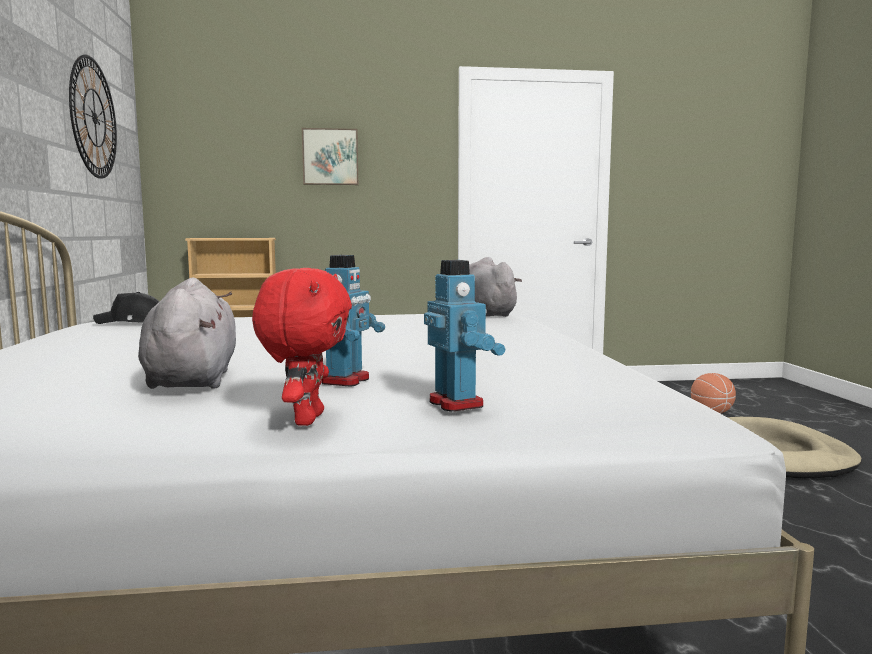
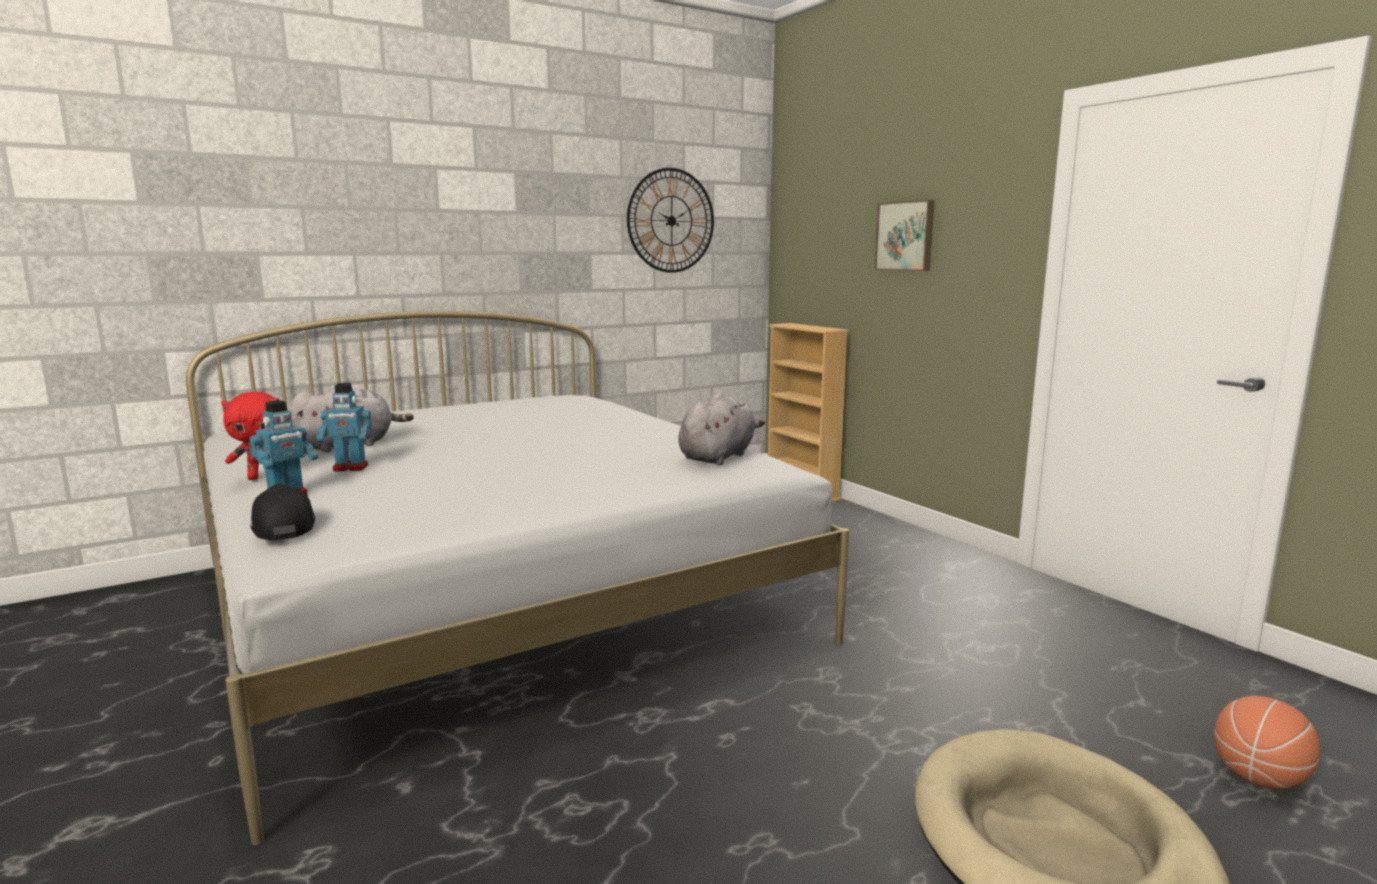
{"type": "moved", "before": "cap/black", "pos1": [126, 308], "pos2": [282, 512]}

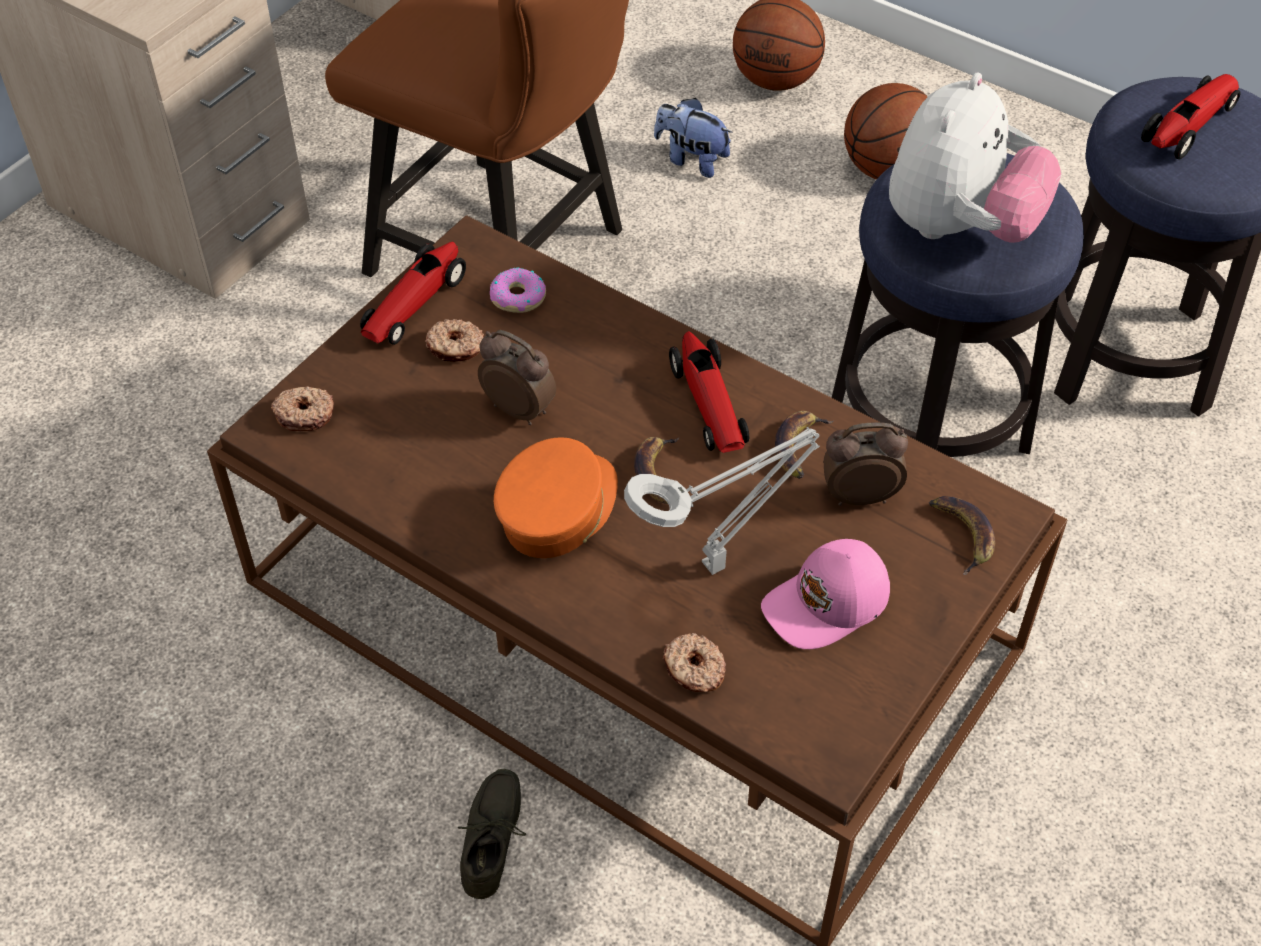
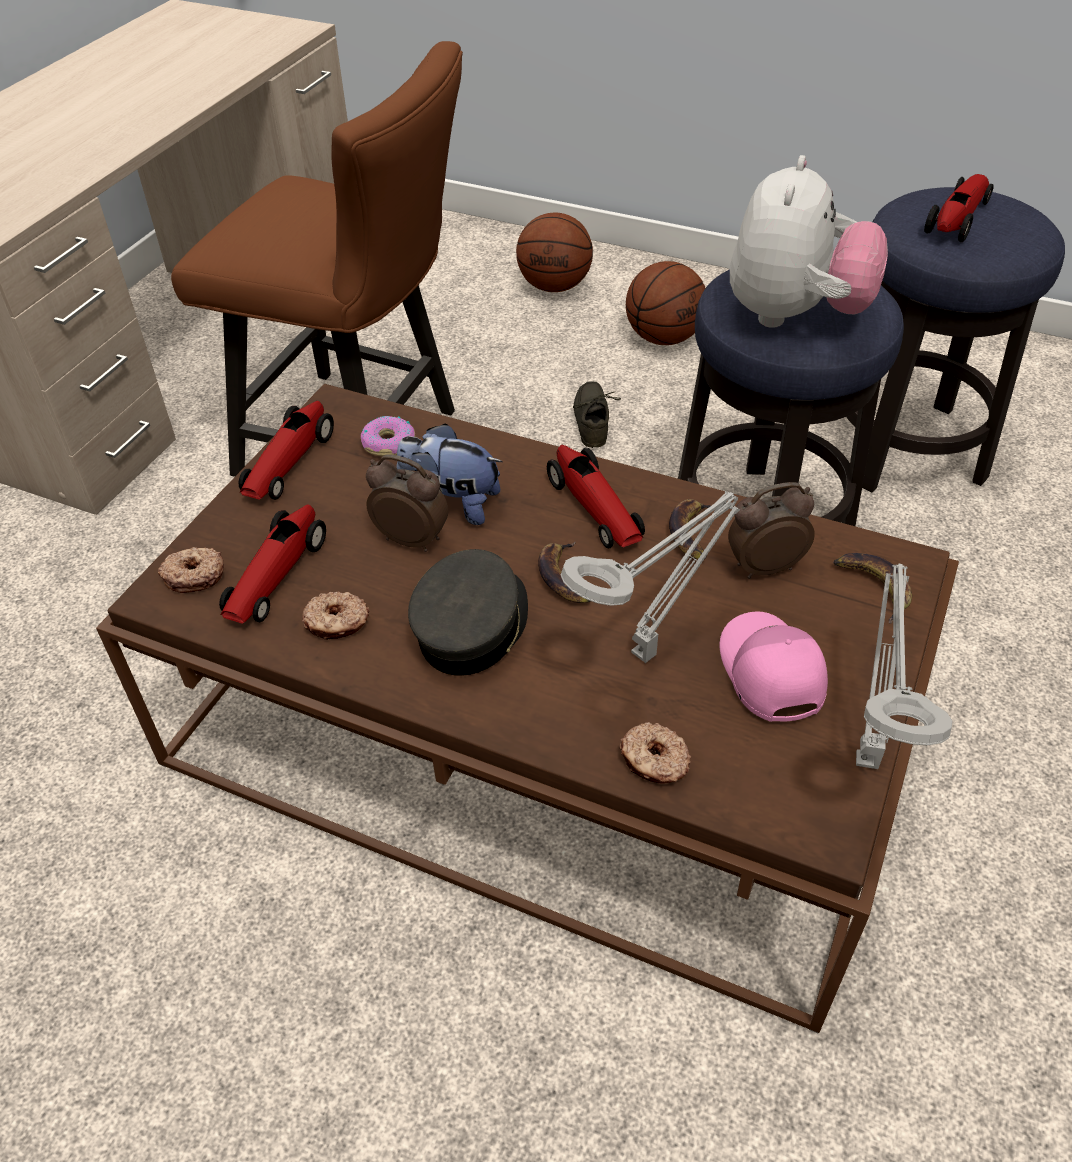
{"type": "added", "after": "toy car", "pos2": [272, 564]}
{"type": "moved", "before": "donut", "pos1": [454, 340], "pos2": [335, 615]}
{"type": "moved", "before": "plush toy", "pos1": [693, 138], "pos2": [449, 474]}
{"type": "recoloured", "before": "cap/orange", "after": "cap/grey", "pos1": [556, 497], "pos2": [468, 612]}
{"type": "moved", "before": "shoe/grey", "pos1": [492, 834], "pos2": [597, 414]}
{"type": "turned", "before": "cap/pink", "pos1": [825, 594], "pos2": [774, 666], "turn": 120}
{"type": "added", "after": "table lamp/grey", "pos2": [904, 666]}

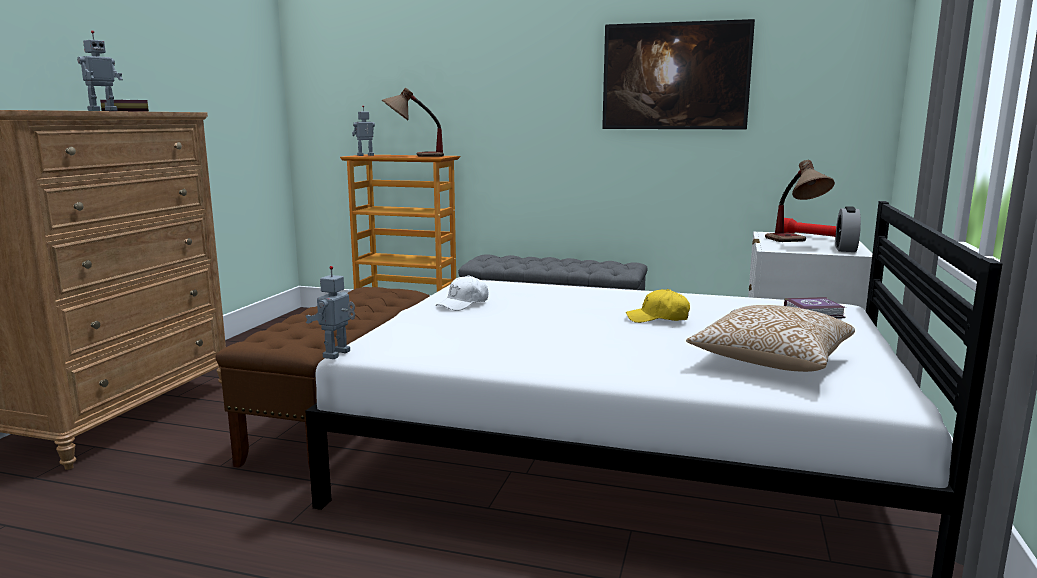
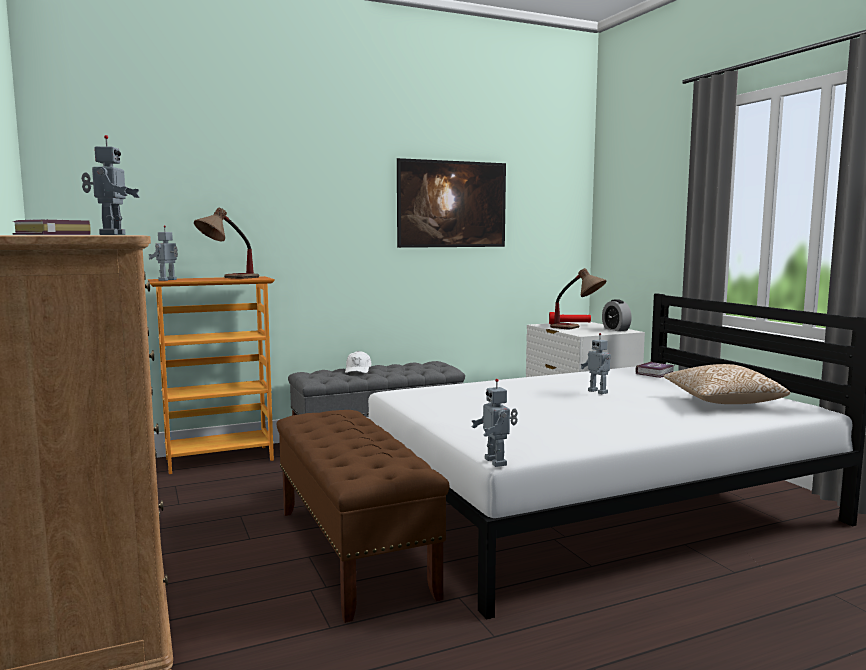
{"type": "moved", "before": "cap/white", "pos1": [461, 293], "pos2": [358, 362]}
{"type": "replaced", "before": "cap/yellow", "after": "toy robot", "pos1": [658, 306], "pos2": [595, 363]}

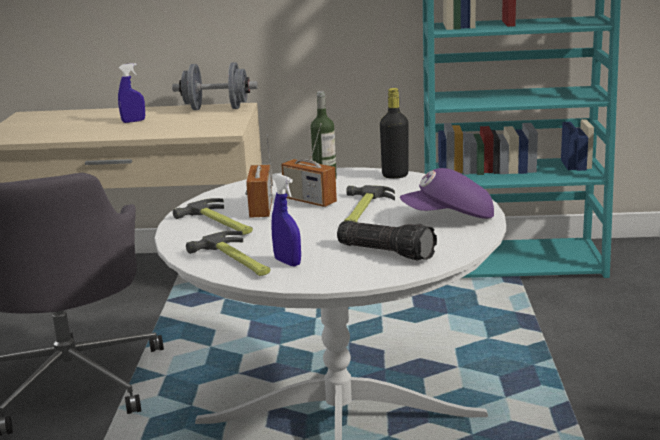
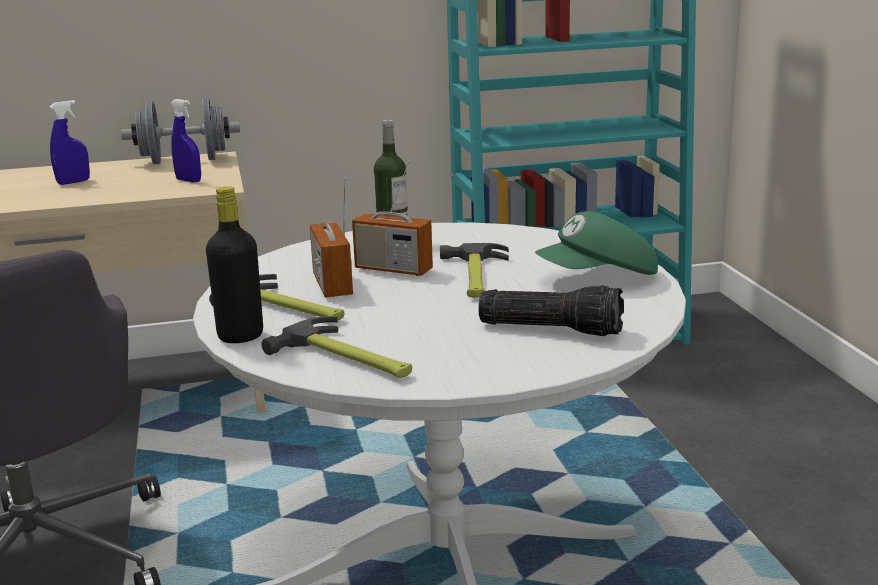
{"type": "moved", "before": "spray bottle/blue", "pos1": [286, 220], "pos2": [186, 141]}
{"type": "moved", "before": "bottle/black", "pos1": [394, 133], "pos2": [234, 264]}
{"type": "recoloured", "before": "cap/purple", "after": "cap/green", "pos1": [447, 193], "pos2": [596, 243]}

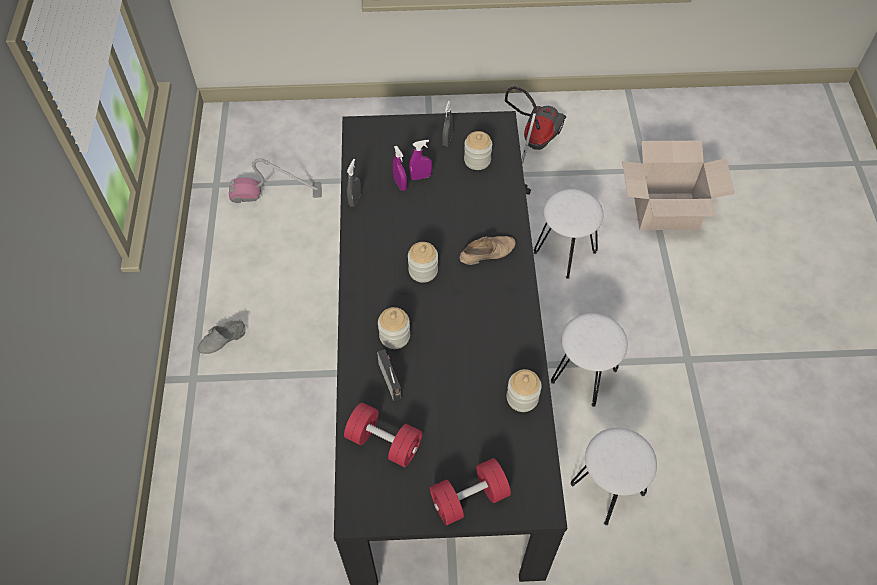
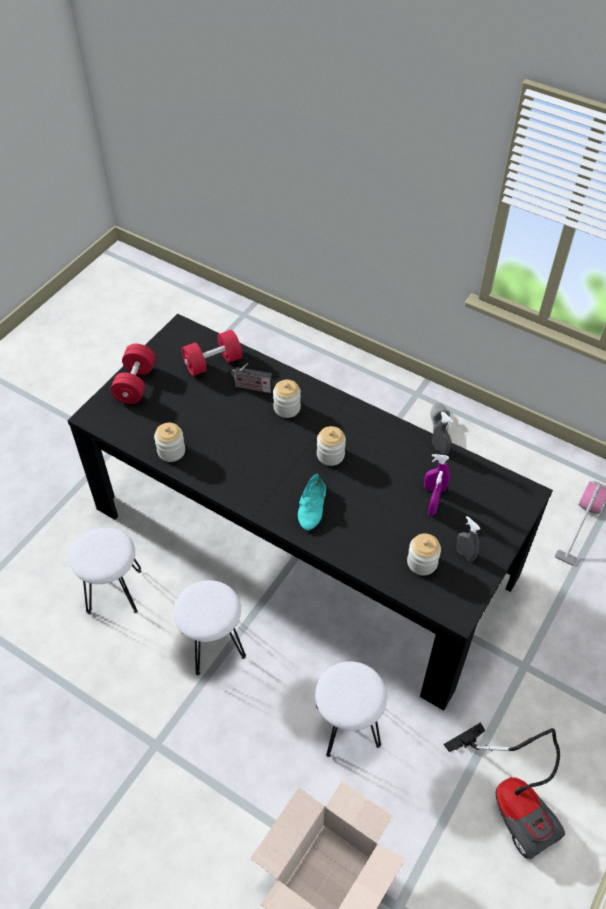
{"type": "recoloured", "before": "shoe/beige", "after": "shoe/turquoise", "pos1": [488, 250], "pos2": [312, 502]}

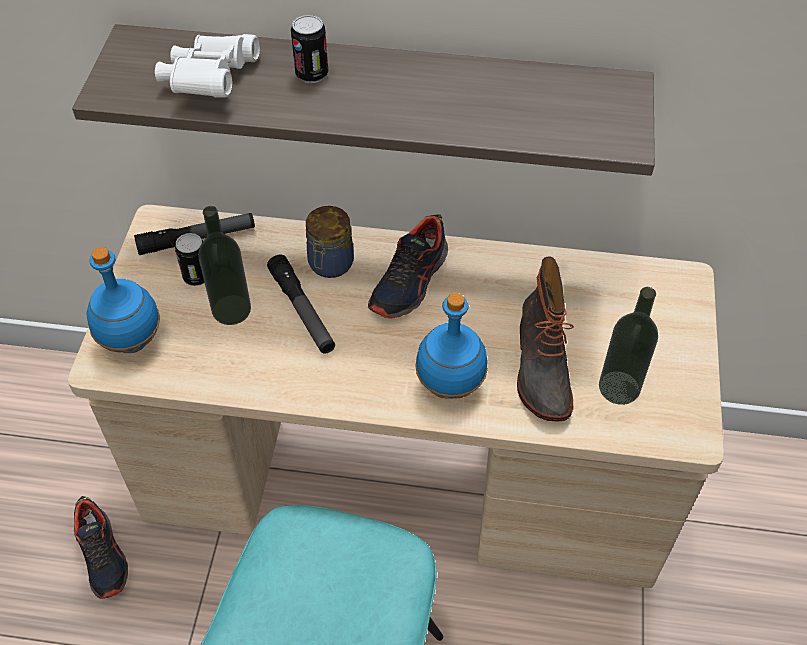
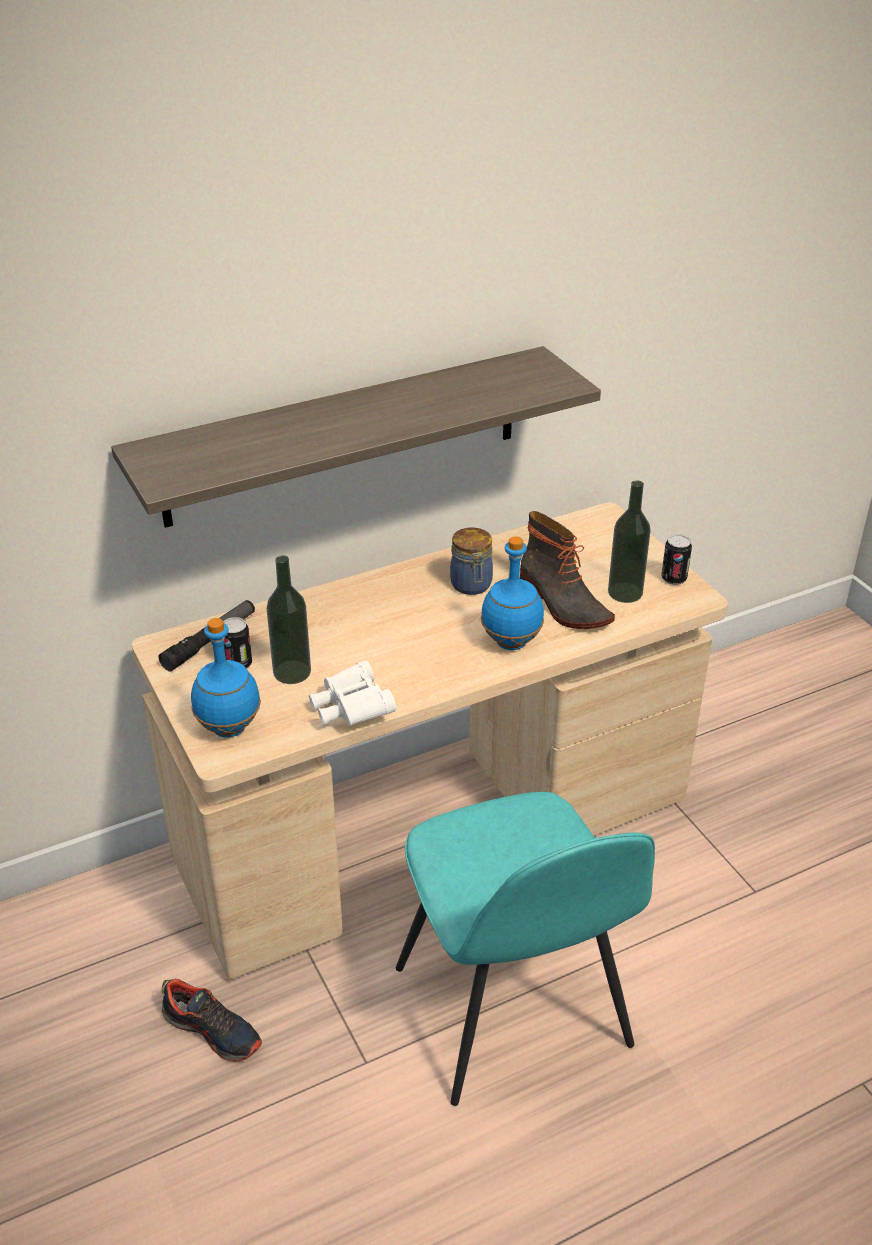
{"type": "moved", "before": "binoculars/white", "pos1": [207, 66], "pos2": [352, 693]}
{"type": "moved", "before": "jar", "pos1": [330, 242], "pos2": [471, 561]}
{"type": "moved", "before": "can", "pos1": [309, 49], "pos2": [676, 559]}
{"type": "removed", "before": "flashlight", "pos1": [301, 304]}
{"type": "removed", "before": "shoe", "pos1": [408, 266]}

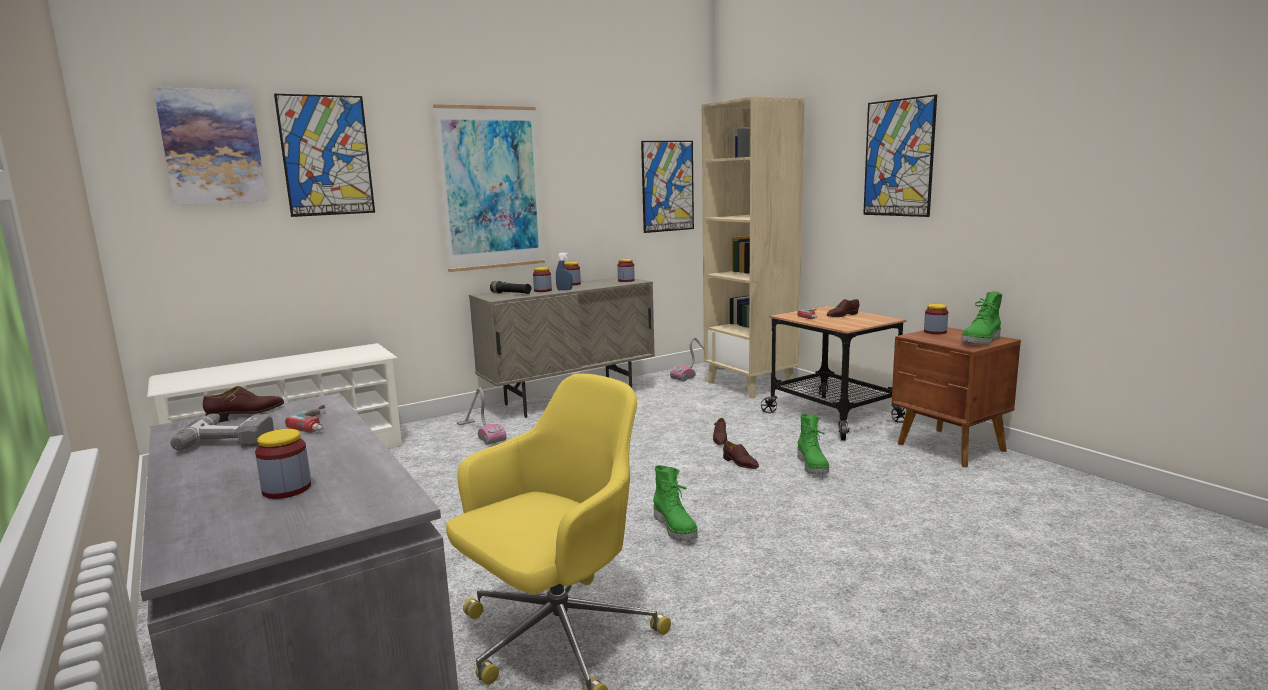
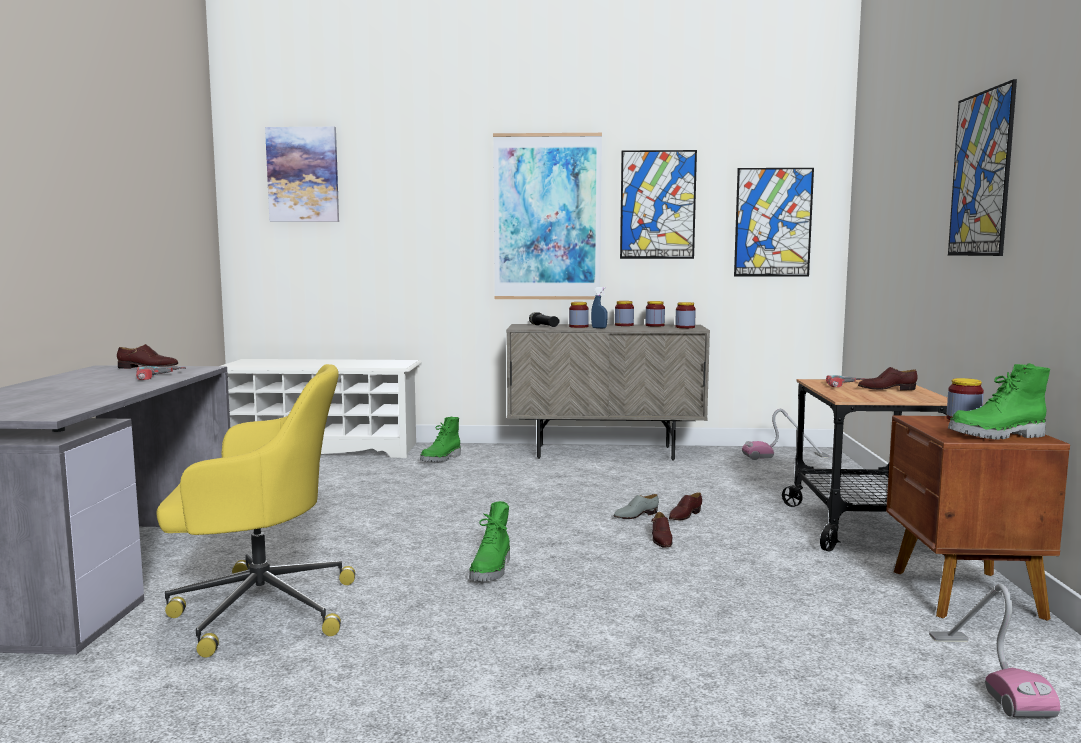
{"type": "moved", "before": "boot/green", "pos1": [813, 444], "pos2": [440, 439]}
{"type": "added", "after": "shoe/grey", "pos2": [636, 506]}
{"type": "moved", "before": "picture", "pos1": [324, 155], "pos2": [658, 204]}
{"type": "moved", "before": "jar", "pos1": [283, 464], "pos2": [655, 314]}
{"type": "moved", "before": "vacuum cleaner", "pos1": [482, 416], "pos2": [994, 650]}
{"type": "removed", "before": "power drill", "pos1": [222, 432]}
{"type": "removed", "before": "bookcase/beige", "pos1": [753, 247]}

